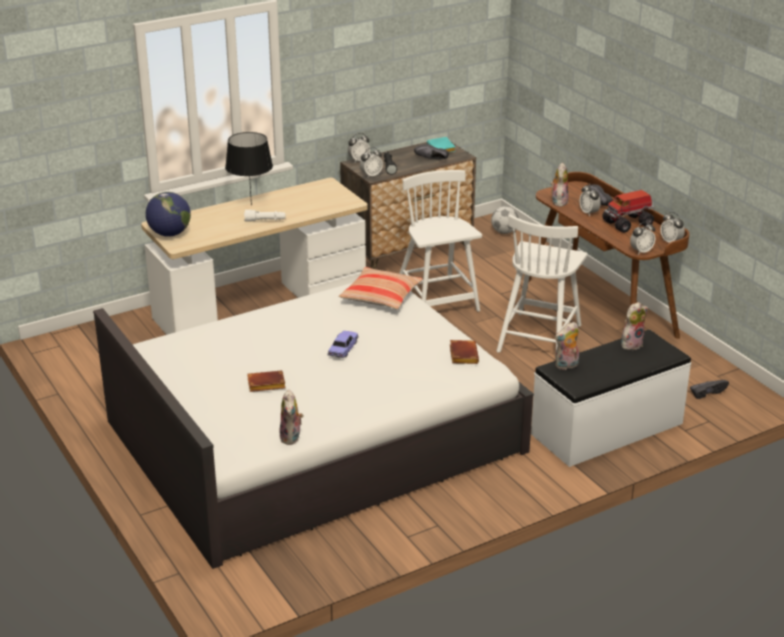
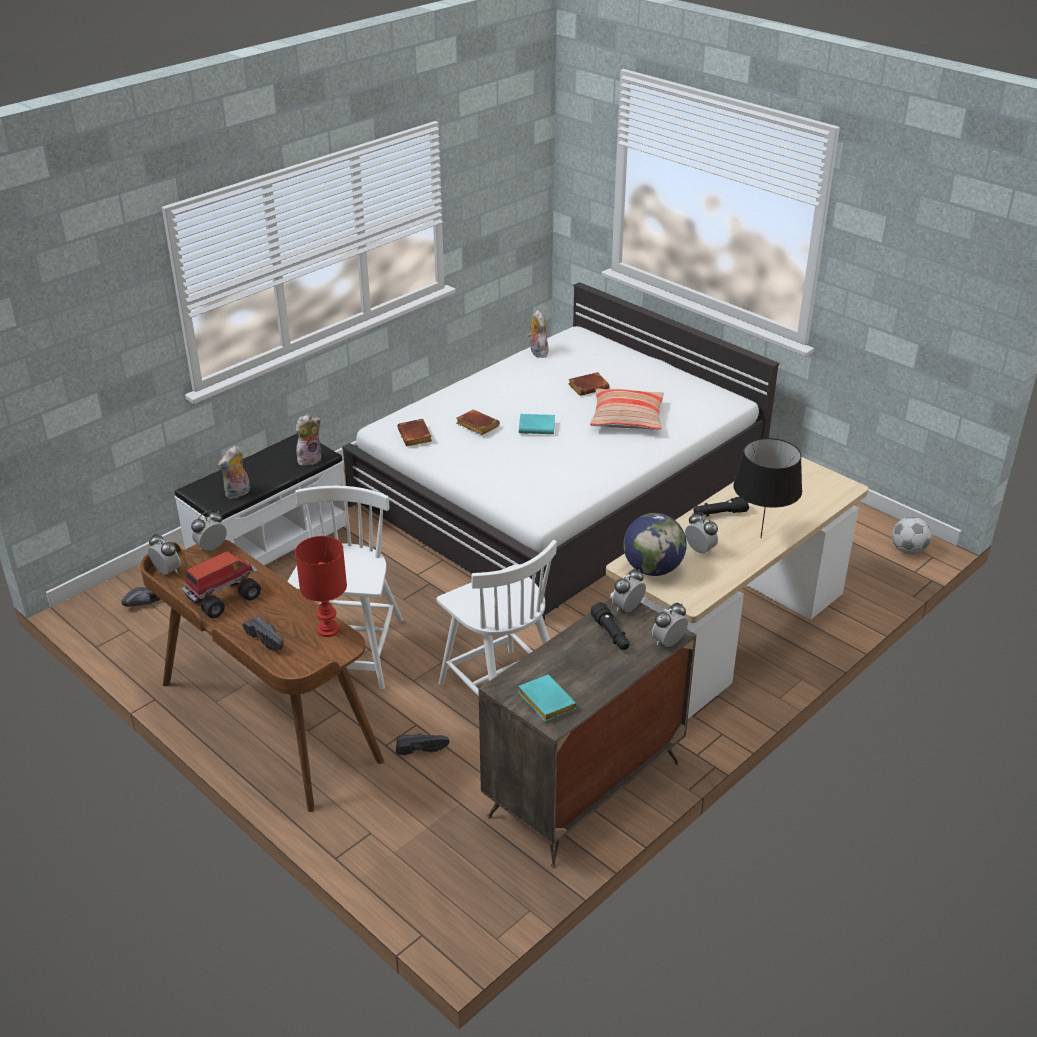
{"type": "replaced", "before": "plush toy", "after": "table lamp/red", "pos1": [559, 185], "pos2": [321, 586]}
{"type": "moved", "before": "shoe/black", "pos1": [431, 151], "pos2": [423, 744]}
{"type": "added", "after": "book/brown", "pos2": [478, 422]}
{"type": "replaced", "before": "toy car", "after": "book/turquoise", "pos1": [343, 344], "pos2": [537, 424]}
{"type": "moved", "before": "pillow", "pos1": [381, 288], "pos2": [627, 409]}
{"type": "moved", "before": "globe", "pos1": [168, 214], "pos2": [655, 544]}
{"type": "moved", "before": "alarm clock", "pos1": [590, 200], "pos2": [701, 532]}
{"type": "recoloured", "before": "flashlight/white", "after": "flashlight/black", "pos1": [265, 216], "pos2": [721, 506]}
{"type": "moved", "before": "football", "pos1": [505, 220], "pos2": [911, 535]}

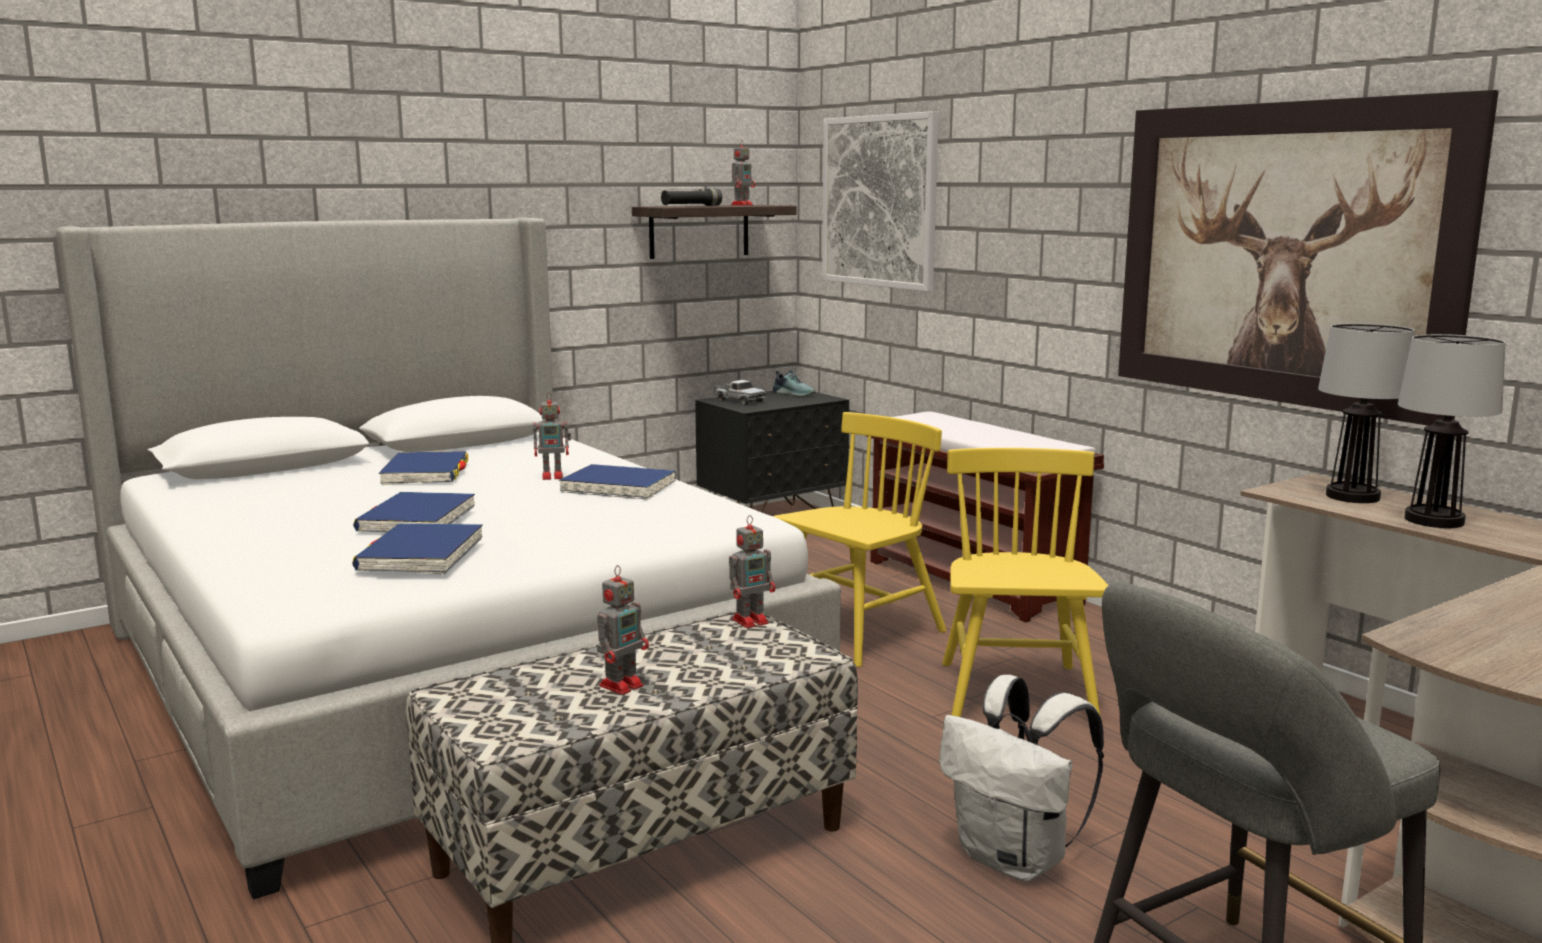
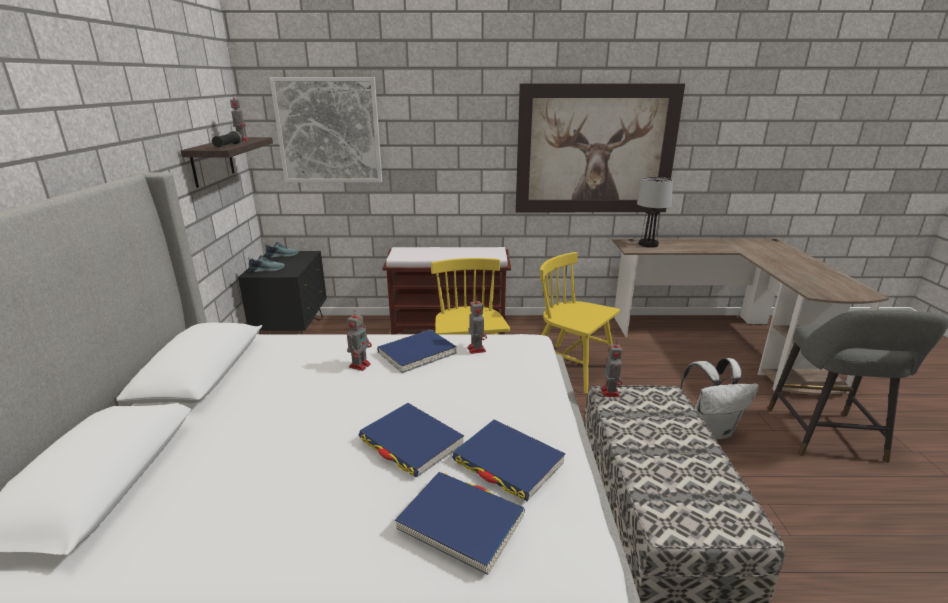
{"type": "replaced", "before": "toy truck", "after": "shoe", "pos1": [740, 392], "pos2": [266, 263]}
{"type": "moved", "before": "book/blue", "pos1": [424, 468], "pos2": [460, 523]}
{"type": "moved", "before": "toy robot", "pos1": [623, 630], "pos2": [477, 325]}
{"type": "removed", "before": "table lamp", "pos1": [1451, 431]}

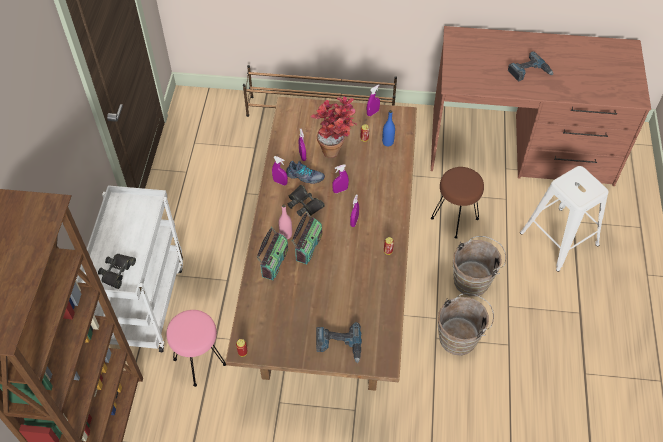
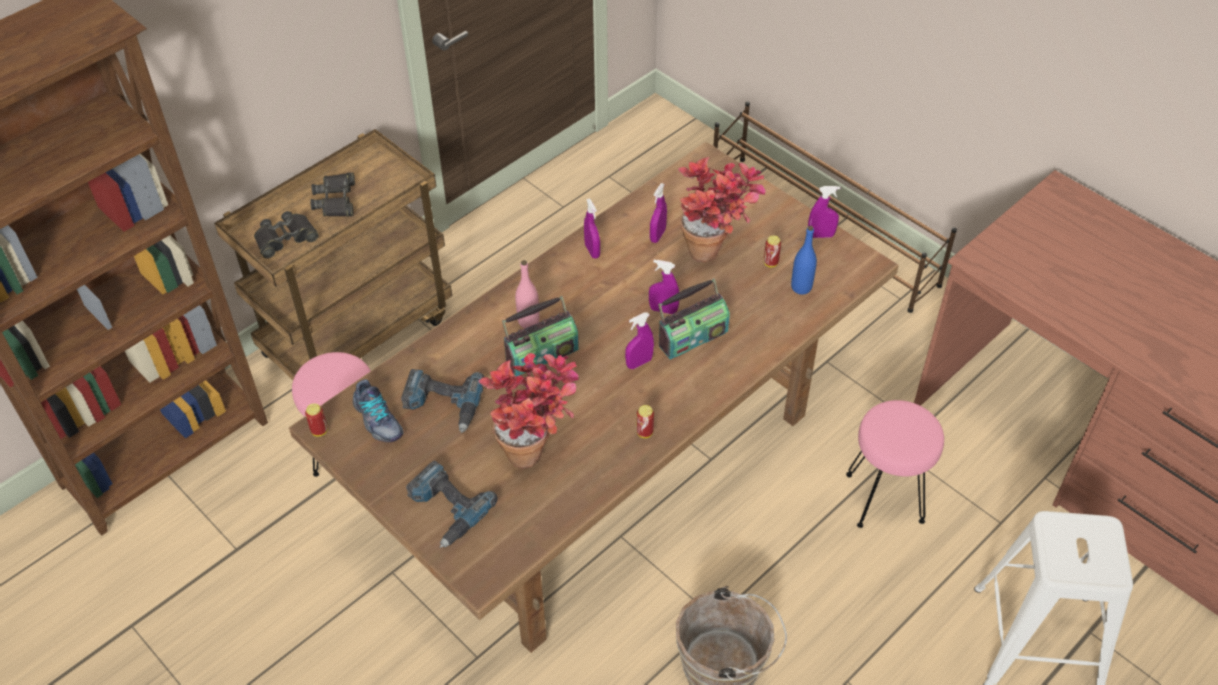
{"type": "recoloured", "before": "cart/white", "after": "cart/brown", "pos1": [129, 268], "pos2": [333, 254]}
{"type": "moved", "before": "binoculars/black", "pos1": [306, 200], "pos2": [332, 195]}
{"type": "moved", "before": "shoe", "pos1": [305, 172], "pos2": [378, 410]}
{"type": "moved", "before": "power drill", "pos1": [530, 66], "pos2": [442, 401]}
{"type": "added", "after": "potted plant", "pos2": [529, 410]}
{"type": "moved", "before": "radio", "pos1": [272, 253], "pos2": [694, 318]}
{"type": "recoloured", "before": "stool/brown", "after": "stool/pink", "pos1": [457, 203], "pos2": [895, 464]}
{"type": "removed", "before": "bucket/brown", "pos1": [479, 266]}

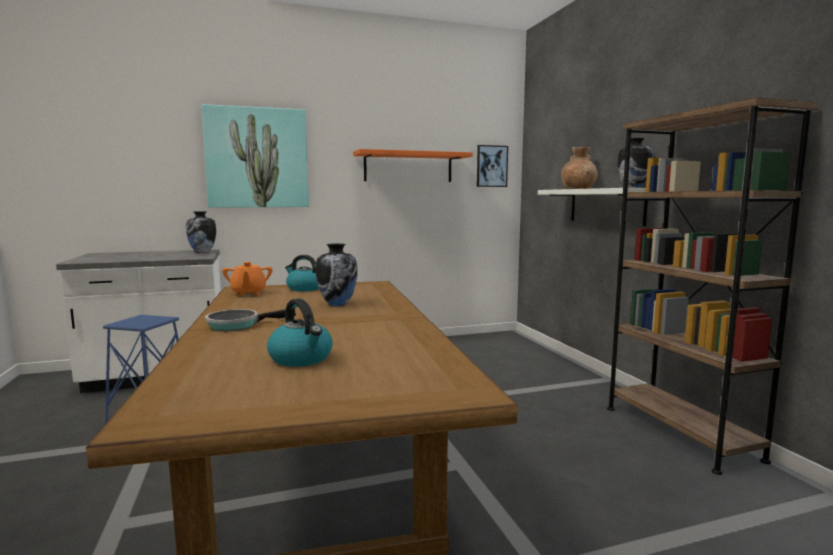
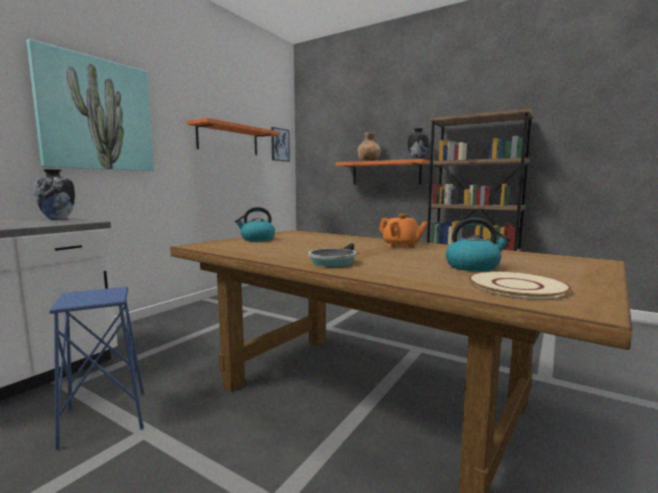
{"type": "recoloured", "before": "shelf/white", "after": "shelf/orange", "pos1": [593, 207], "pos2": [382, 172]}
{"type": "moved", "before": "teapot/orange", "pos1": [247, 279], "pos2": [403, 231]}
{"type": "added", "after": "plate/beige", "pos2": [520, 285]}
{"type": "removed", "before": "vase", "pos1": [337, 274]}

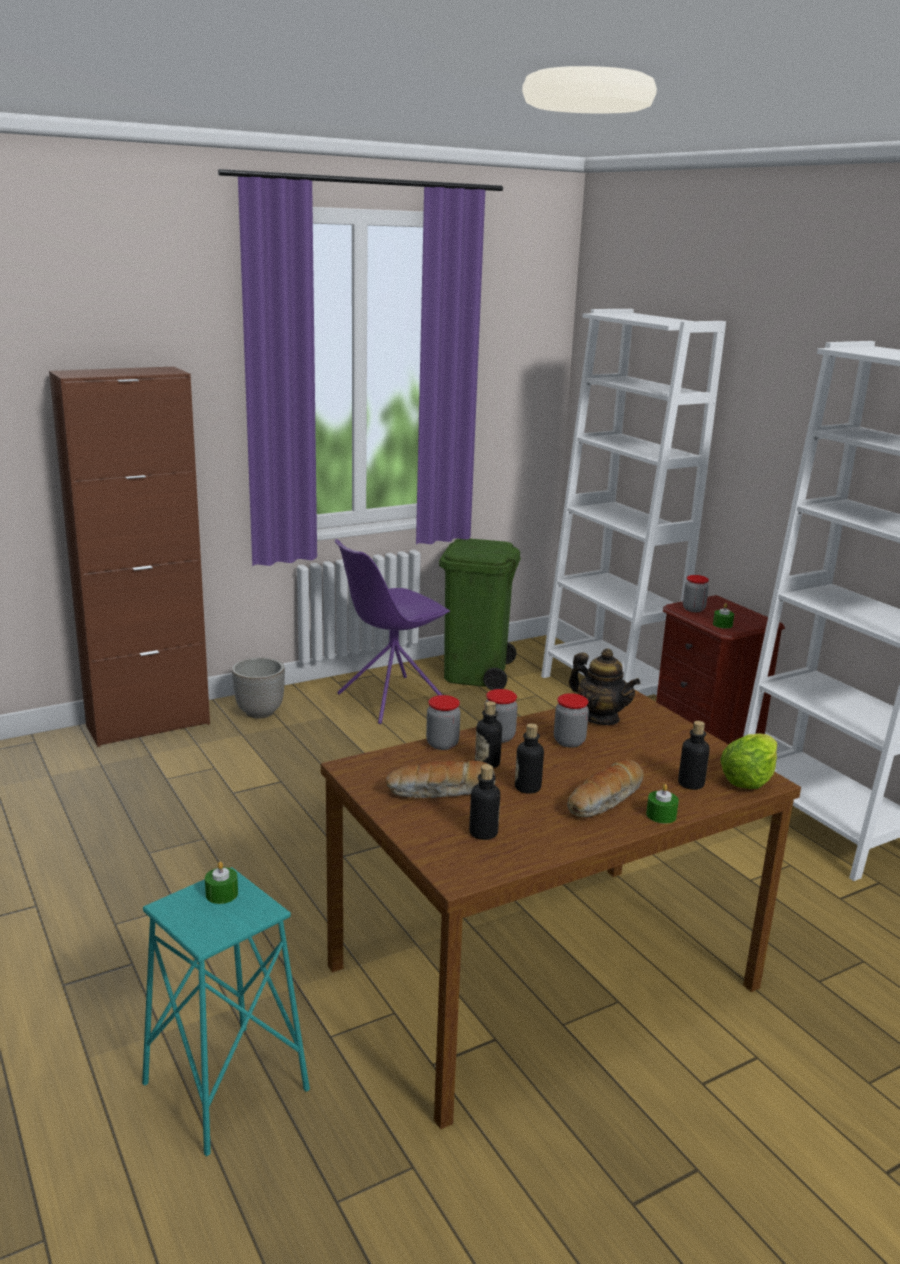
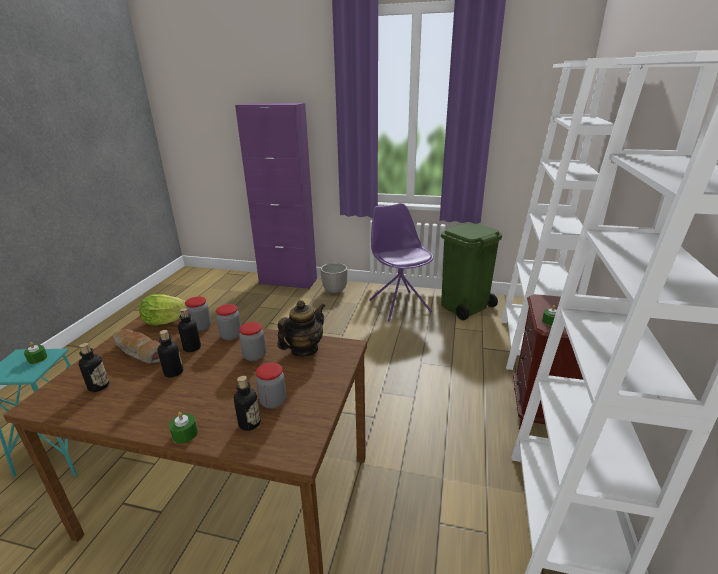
{"type": "moved", "before": "lettuce", "pos1": [748, 761], "pos2": [162, 309]}
{"type": "recoloured", "before": "cabinet/brown", "after": "cabinet/purple", "pos1": [129, 556], "pos2": [276, 196]}
{"type": "moved", "before": "jar", "pos1": [696, 593], "pos2": [271, 386]}
{"type": "turned", "before": "teapot", "pos1": [604, 687], "pos2": [301, 328], "turn": -135}
{"type": "turned", "before": "chair/purple", "pos1": [392, 631], "pos2": [401, 262], "turn": 60}
{"type": "removed", "before": "bread", "pos1": [605, 789]}

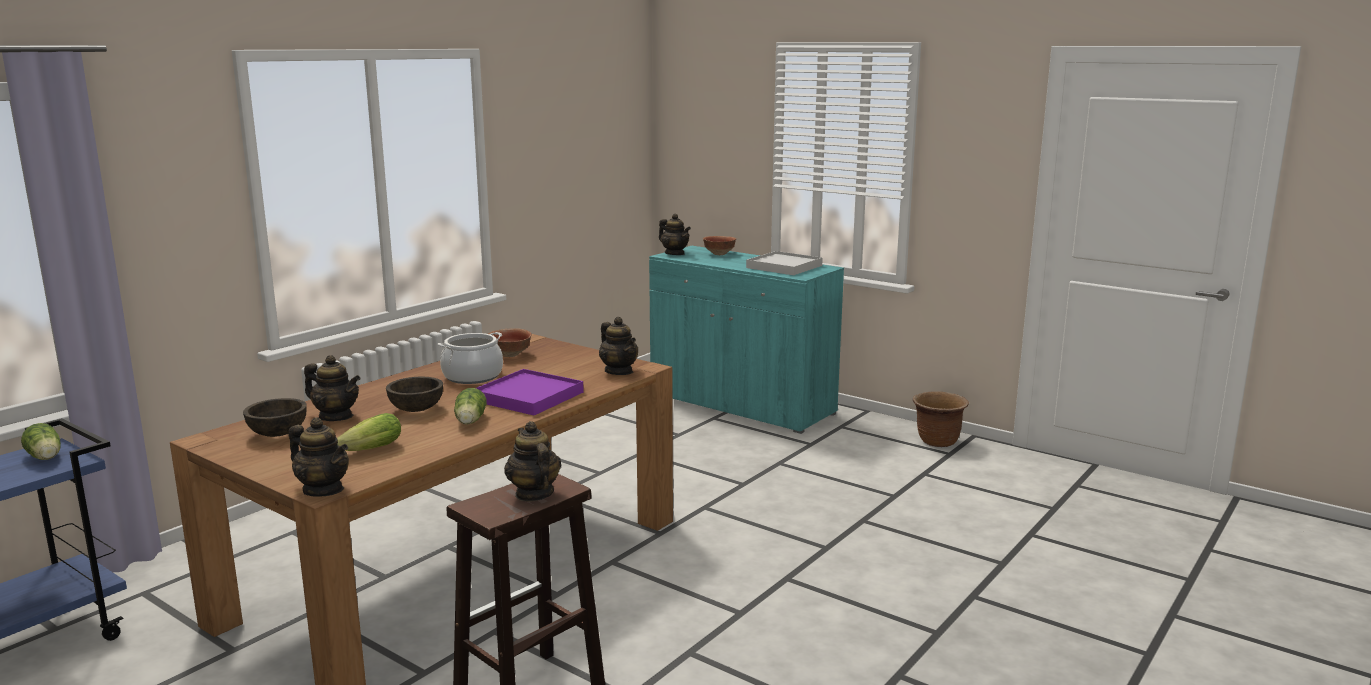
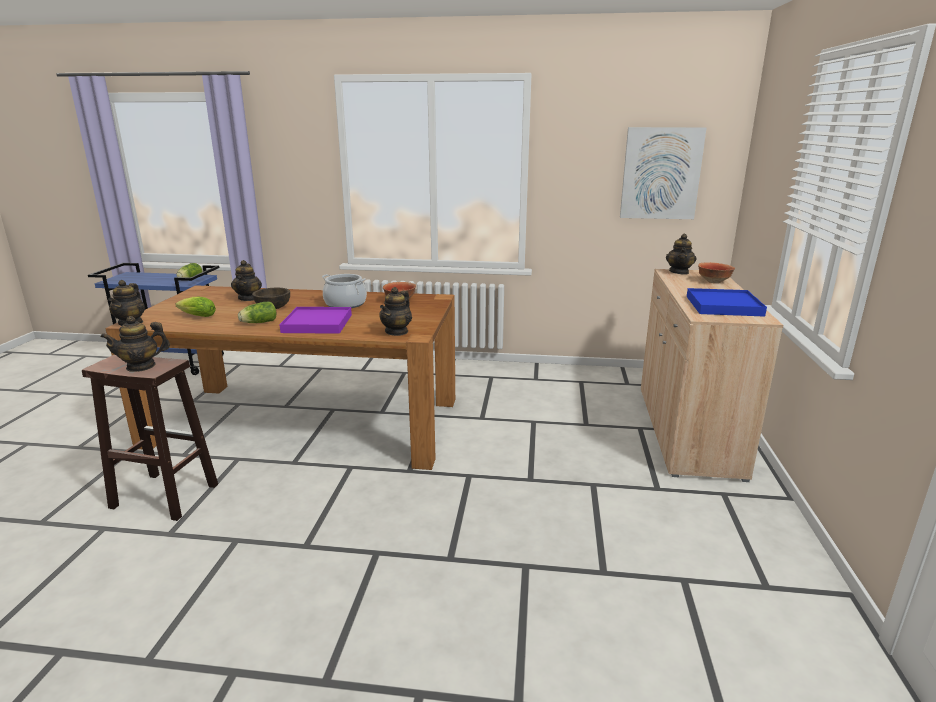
{"type": "turned", "before": "teapot", "pos1": [532, 461], "pos2": [135, 344], "turn": -150}
{"type": "added", "after": "picture", "pos2": [663, 173]}
{"type": "recoloured", "before": "cabinet/turquoise", "after": "cabinet/beige", "pos1": [746, 340], "pos2": [712, 375]}
{"type": "recoloured", "before": "tray/white", "after": "tray/blue", "pos1": [784, 263], "pos2": [727, 302]}
{"type": "removed", "before": "bowl/brown", "pos1": [275, 417]}
{"type": "removed", "before": "planter/brown", "pos1": [941, 419]}

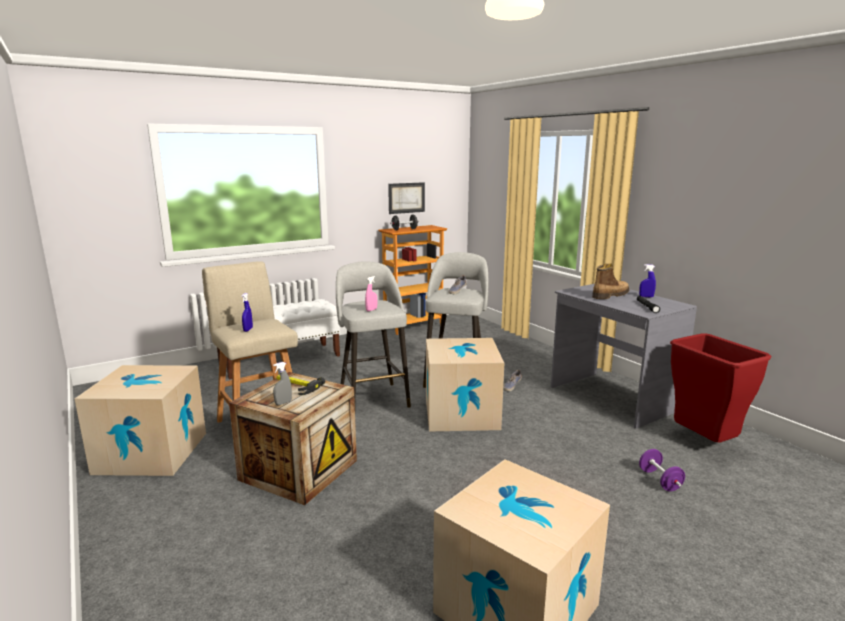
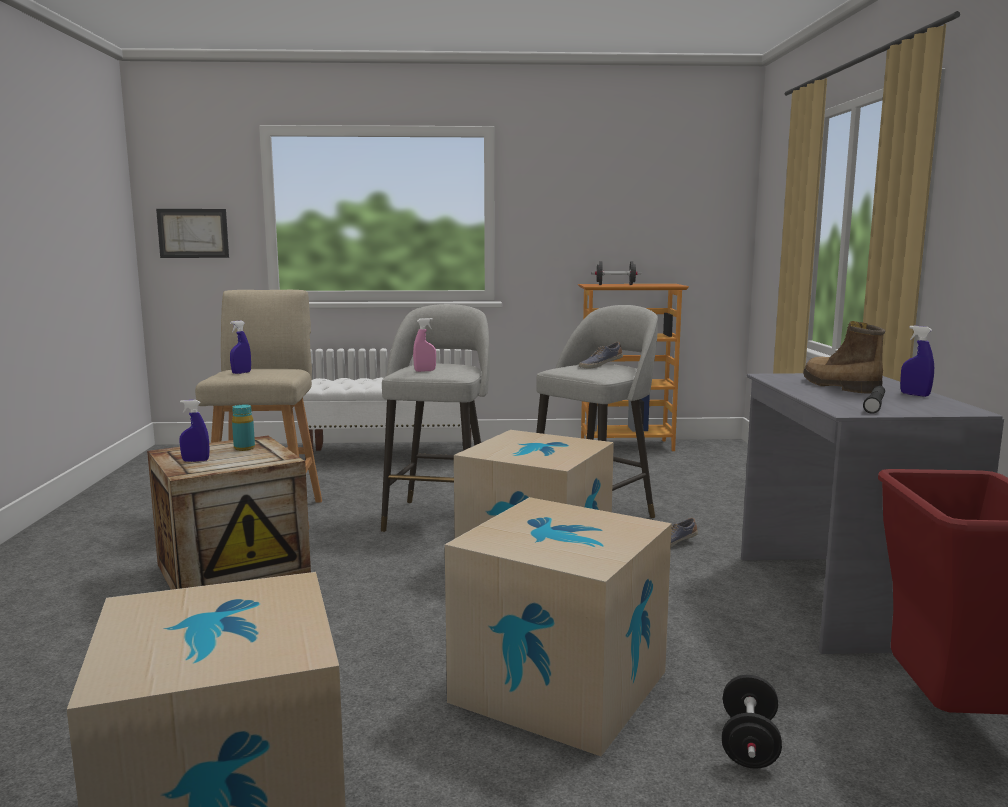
{"type": "moved", "before": "picture", "pos1": [406, 198], "pos2": [192, 233]}
{"type": "recoloured", "before": "spray bottle/grey", "after": "spray bottle/blue", "pos1": [282, 383], "pos2": [194, 431]}
{"type": "replaced", "before": "hammer", "after": "bottle/turquoise", "pos1": [300, 385], "pos2": [243, 428]}
{"type": "moved", "before": "cardboard box", "pos1": [140, 420], "pos2": [558, 626]}
{"type": "recoloured", "before": "dumbbell/purple", "after": "dumbbell/black", "pos1": [662, 470], "pos2": [752, 722]}
{"type": "turned", "before": "boot", "pos1": [610, 281], "pos2": [844, 357], "turn": -105}

